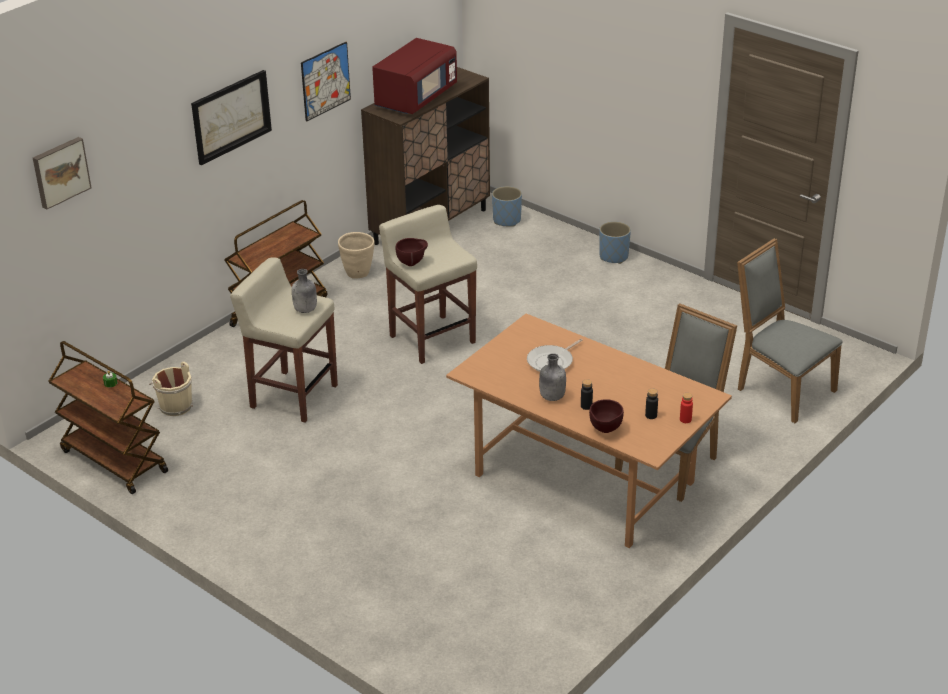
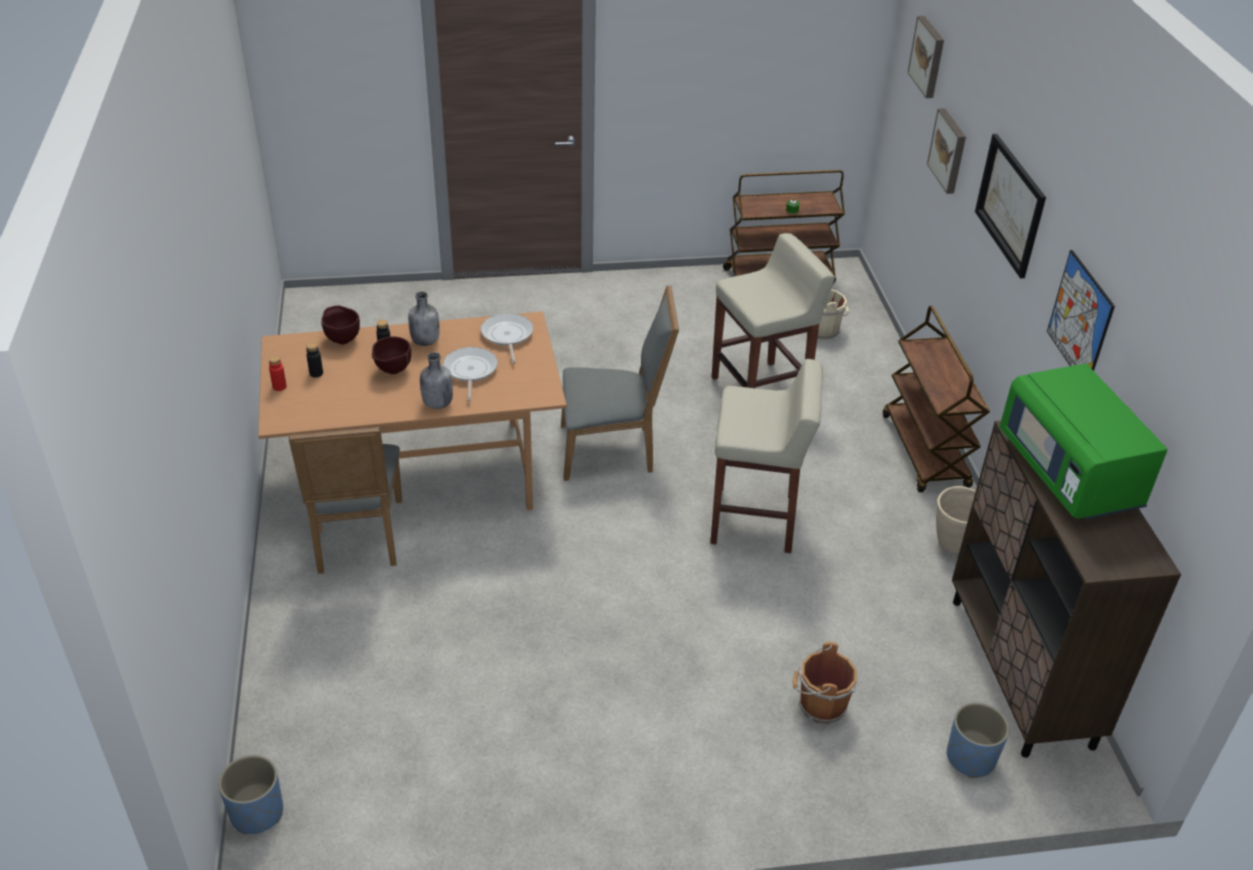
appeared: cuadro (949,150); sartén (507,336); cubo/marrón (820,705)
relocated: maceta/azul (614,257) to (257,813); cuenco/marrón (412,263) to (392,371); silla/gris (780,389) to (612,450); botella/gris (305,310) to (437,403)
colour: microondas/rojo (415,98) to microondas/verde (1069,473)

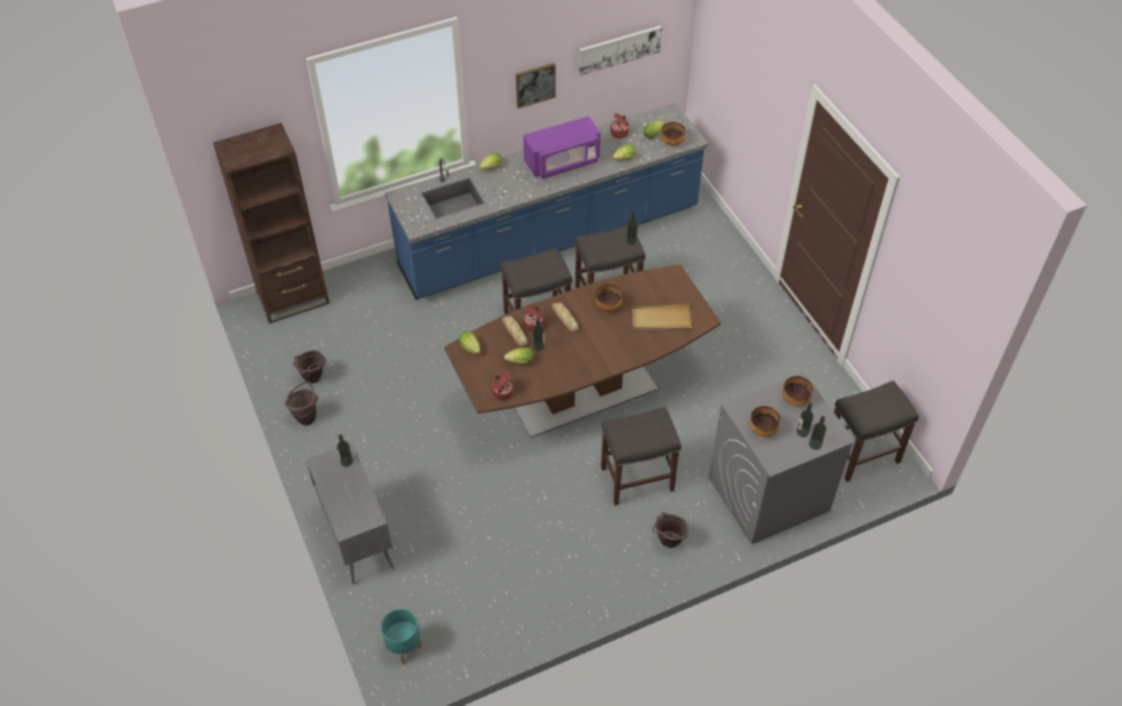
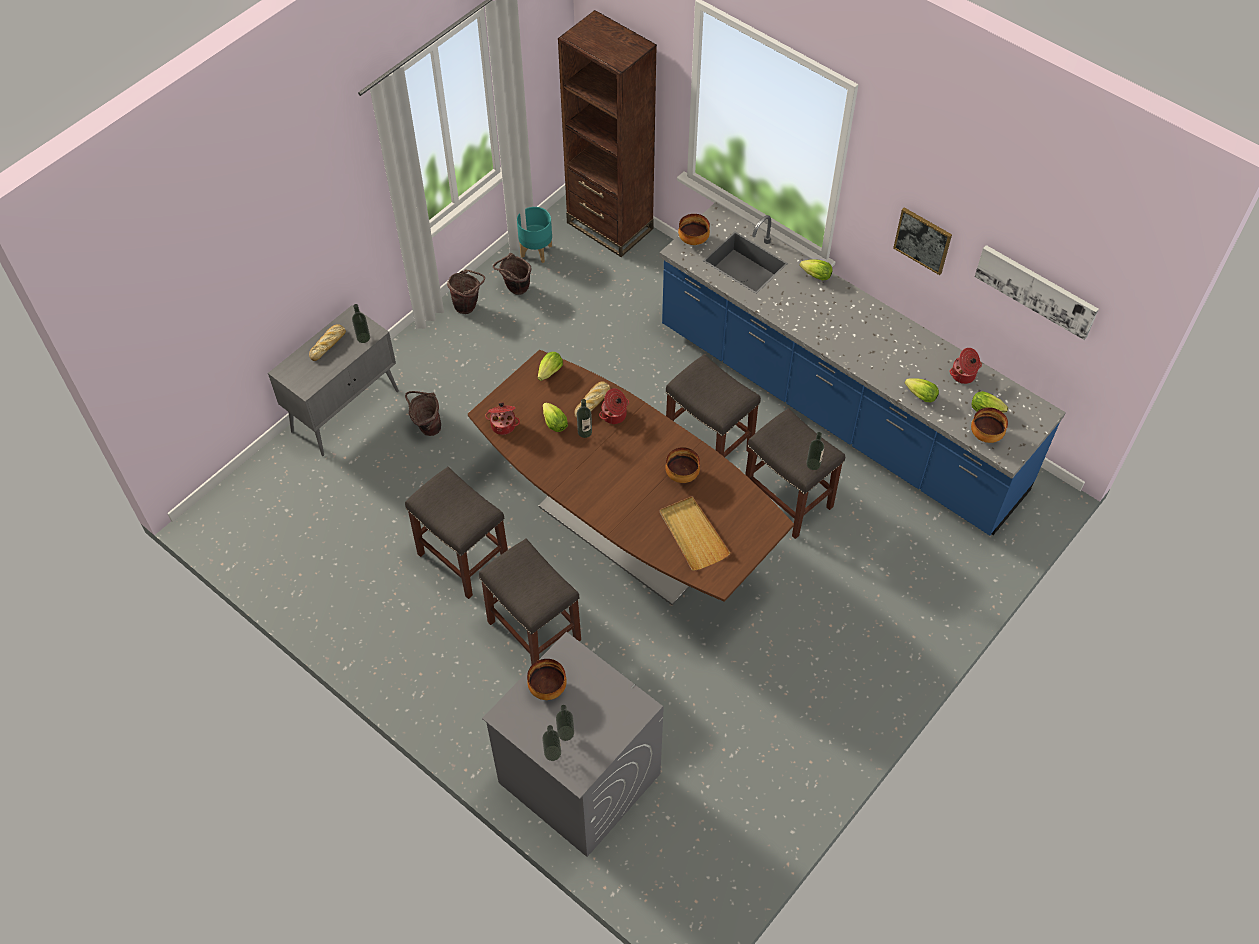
missing: microondas/morado (563,162)
relocated: pan (564,319) to (328,344); cuenco (795,399) to (694,240); taburete/gris (861,455) to (462,558); cubo/marrón (668,543) to (427,427); maceta/turquesa (403,647) to (536,251)

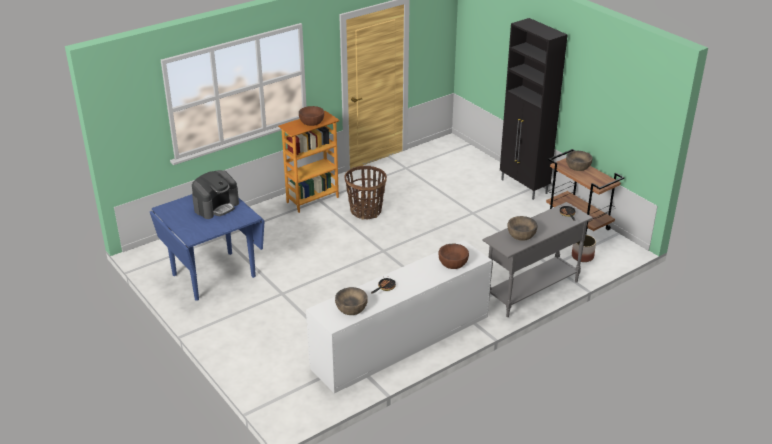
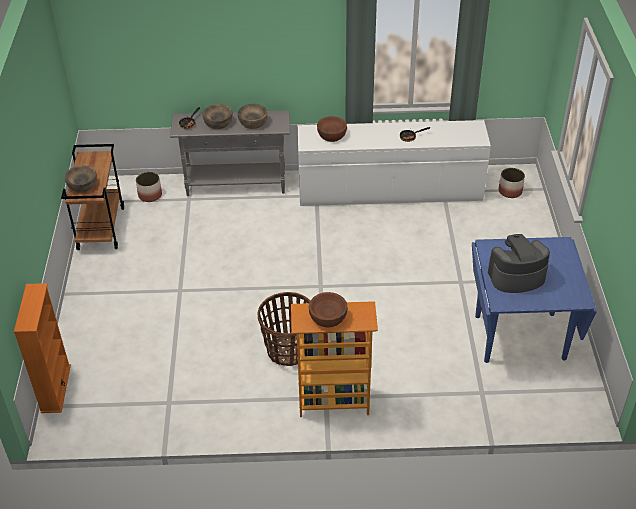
missing: armario/negro (524,187)
appeared: maceta (510,191); estantería/naranja (55,388)
relocated: cuenco/marrón (351,308) to (218,123)

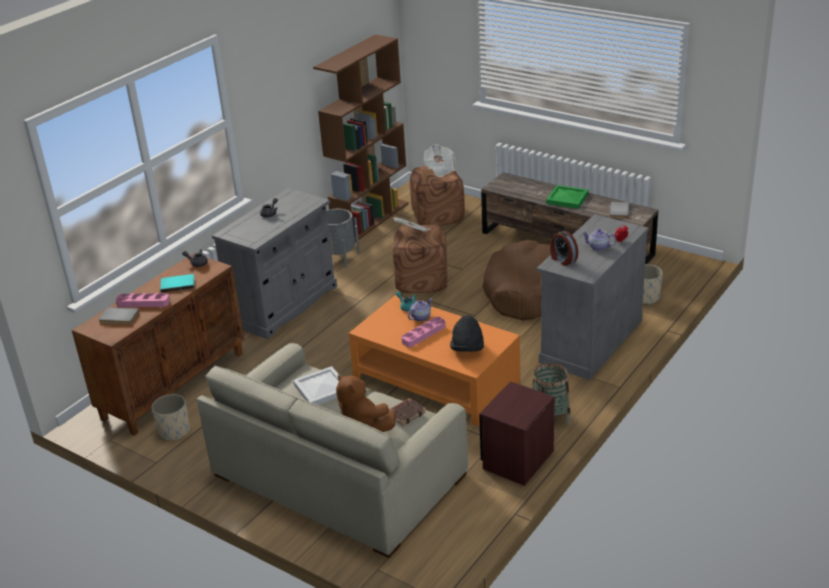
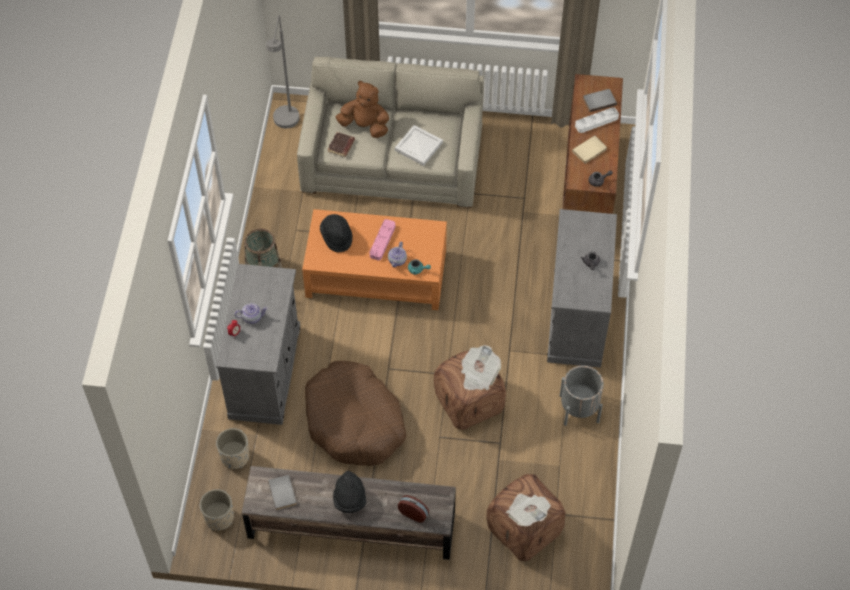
missing: estantería/marrón (371,219); mesita de noche/marrón (517,460)
appeared: lámpara de pie/gris (286,124)
relocated: despertador (563,260) to (414,513); maceta/beis (174,431) to (219,517)
exchanged: bandeja/verde (566,199) to sombrero/negro (350,499)
colour: libro/turquesa (177,284) to libro/beis (590,151); bandeja/rosa (143,303) to bandeja/blanco (596,122)

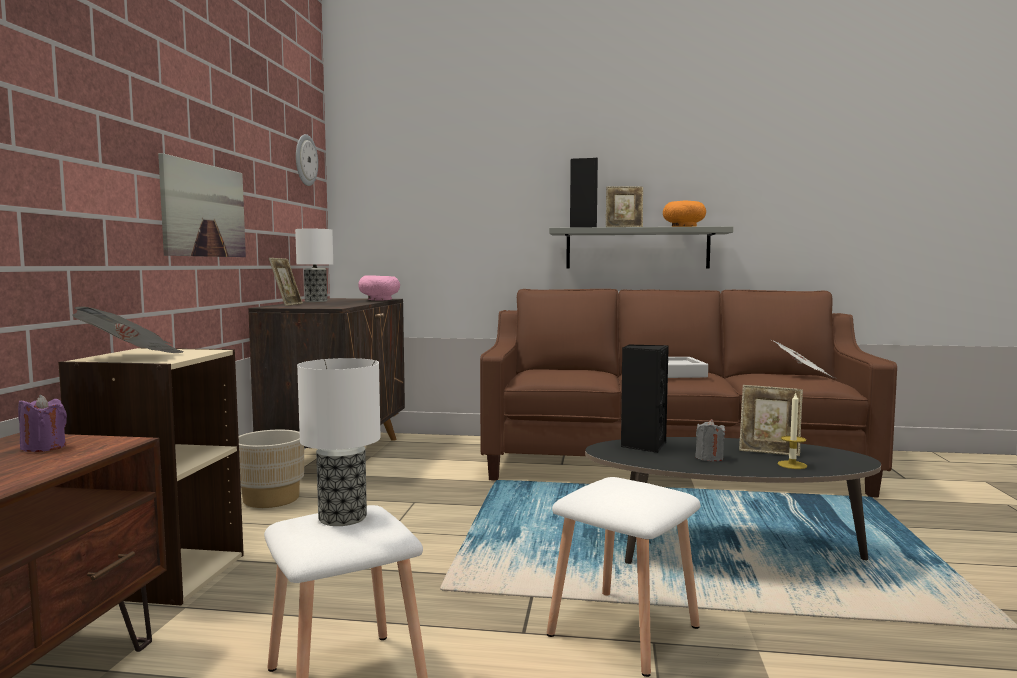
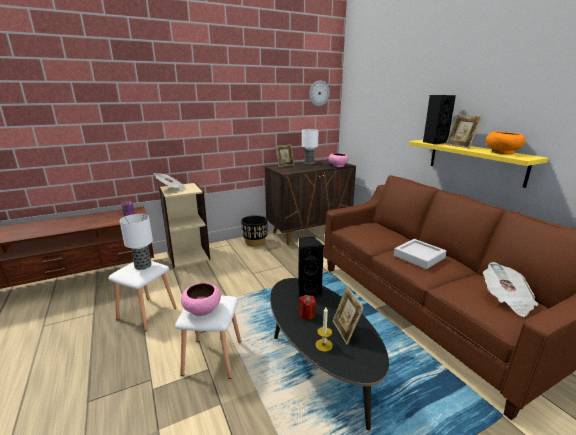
missing: cuadro (204,210)
appeared: cuenco/rosa (202,309)
colour: estante/gris (637,248) to estante/amarillo (475,161); vela/gris (709,458) to vela/rojo (306,314); maceta/beis (271,499) to maceta/negro (255,242)

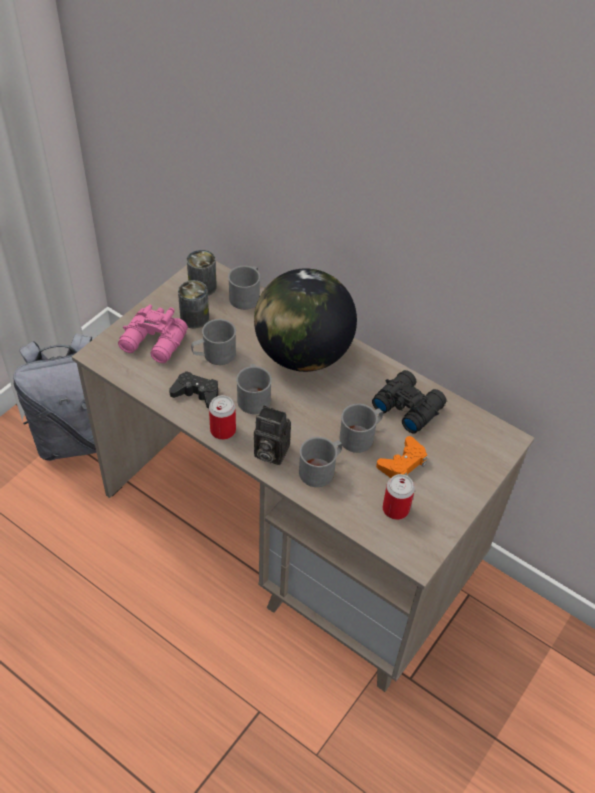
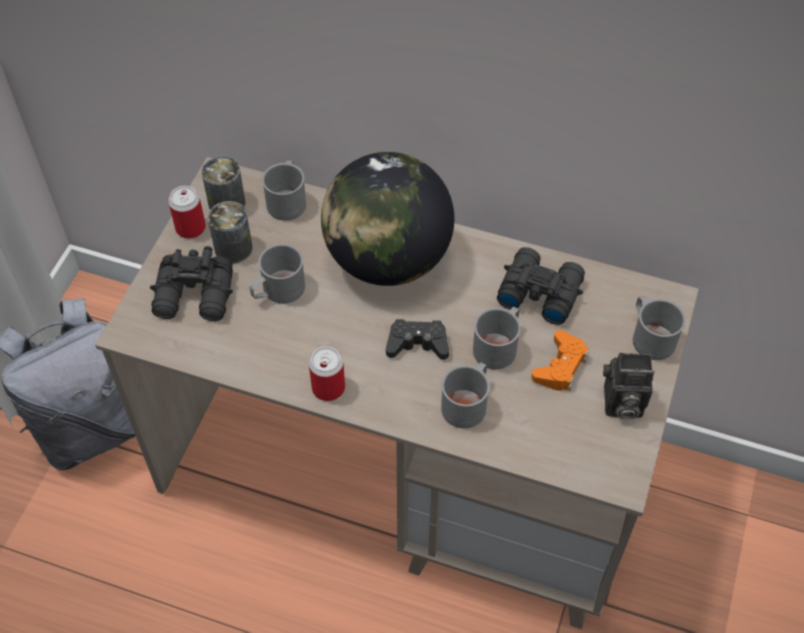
relocated: taza grande/gris (253,397) to (650,336); mando de consola/negro (196,394) to (417,344); cámara (269,452) to (620,404); lata (395,509) to (190,228)
colour: prismáticos/rosa (154,343) to prismáticos/negro (196,297)

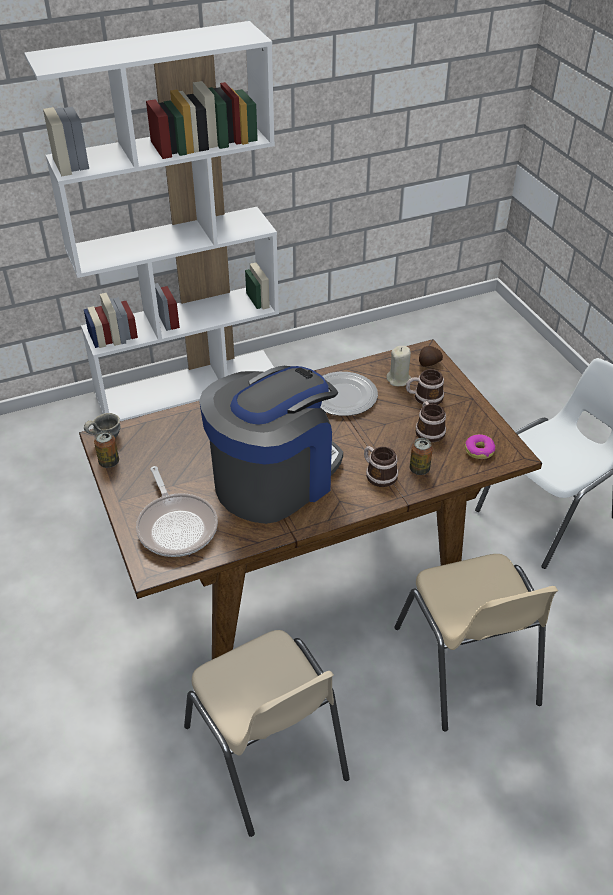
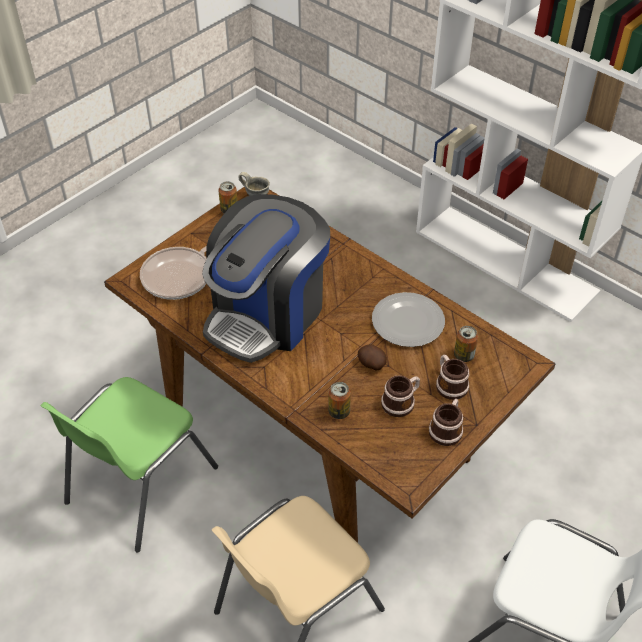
missing: rosquilla (479,450)
relocated: patata (429,363) to (371,364); taza grande (378,474) to (447,429)
exchanged: vela/beis (399,379) to lata (463,355)
colour: silla/beis (267,754) to silla/verde (138,485)
spun: cafetera (274,478) = (267,313) 105 degrees clockwise

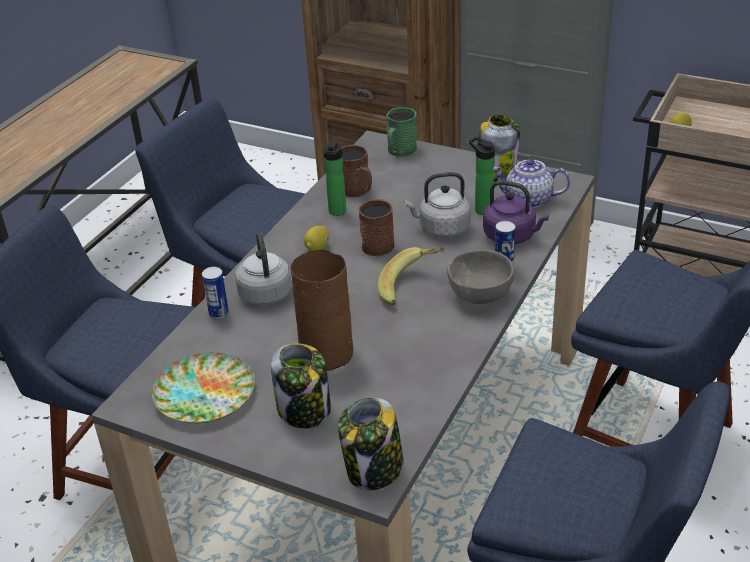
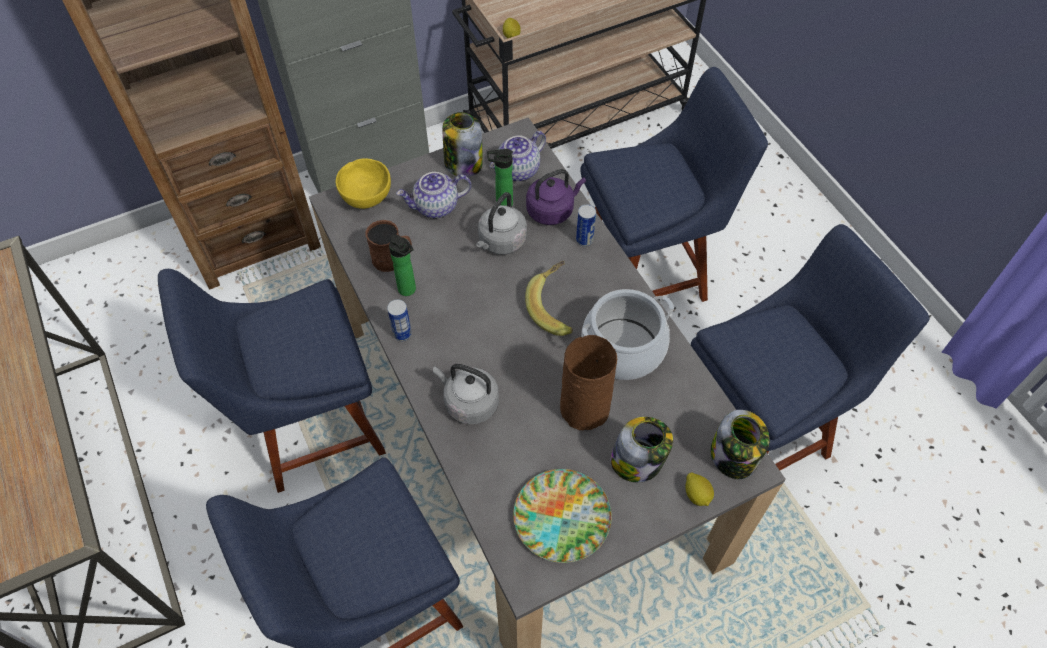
missing: taza grande/marrón (378,243); cuenco/gris (479,295)
appeared: tetera (436,207); olla (623,349)
relocated: limón (318,248) to (697,494); lata (219,314) to (402,334)
exchanged: taza grande/verde (400,151) to cuenco/amarillo (367,197)

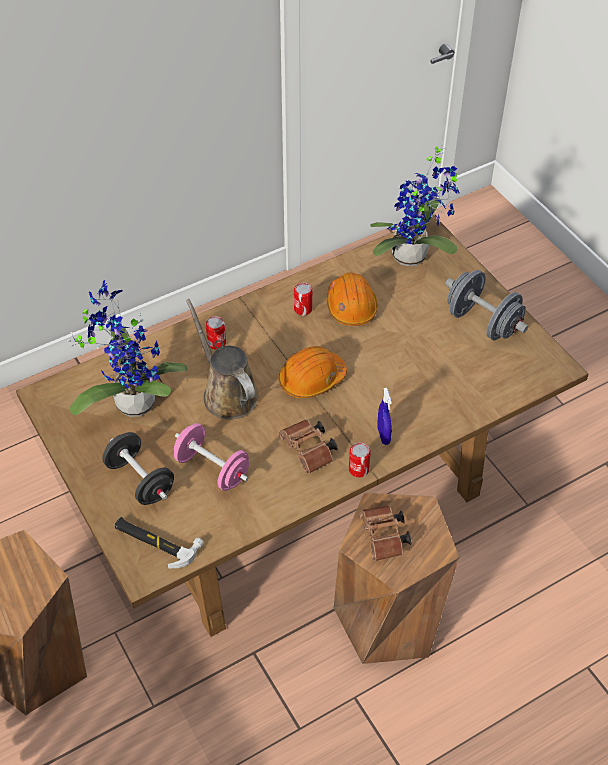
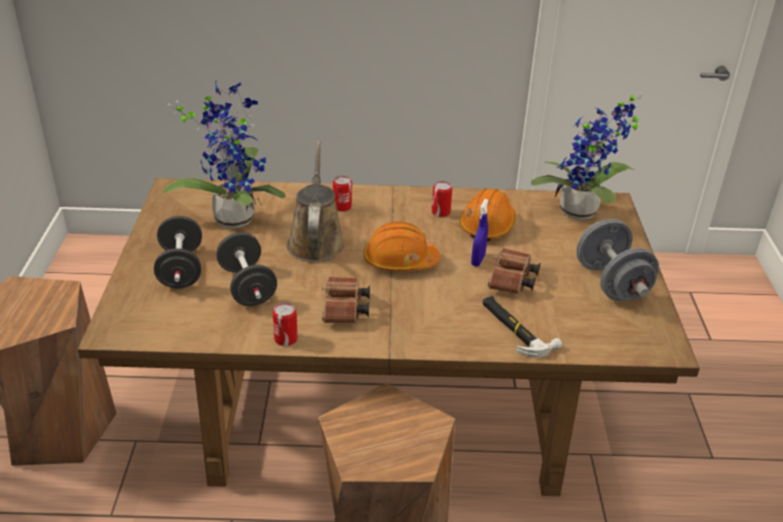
relocated: pulverizador/azul (383,435) to (478,260); lata (358,469) to (285,339); prismáticos/marrón (384,539) to (511,282); martillo (155,541) to (515,328)
colour: mancuerna/rosa (212,469) to mancuerna/negro (247,286)

